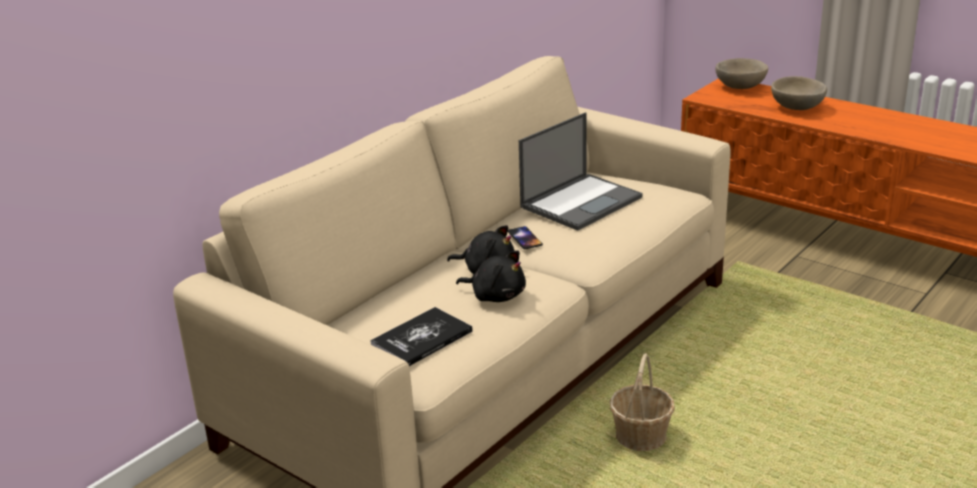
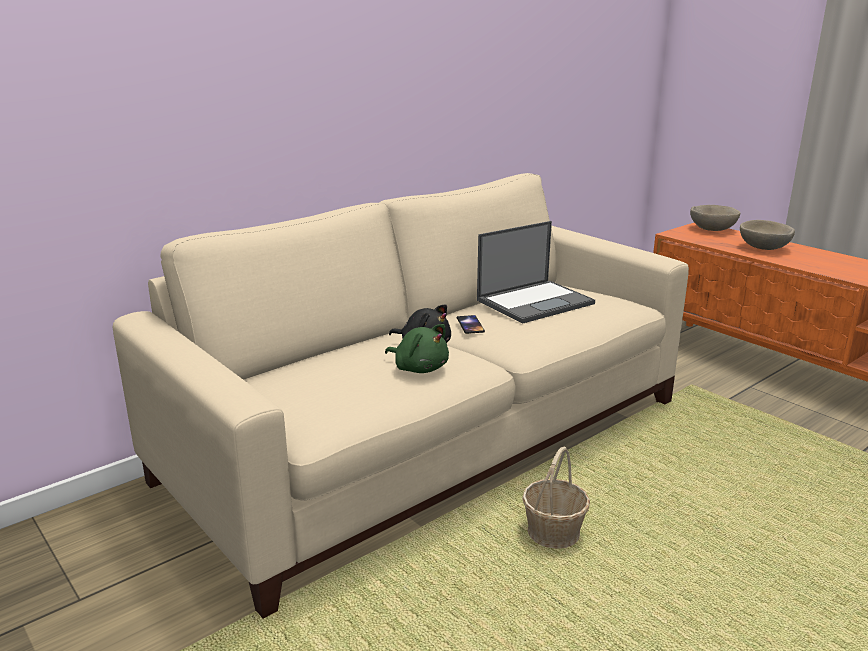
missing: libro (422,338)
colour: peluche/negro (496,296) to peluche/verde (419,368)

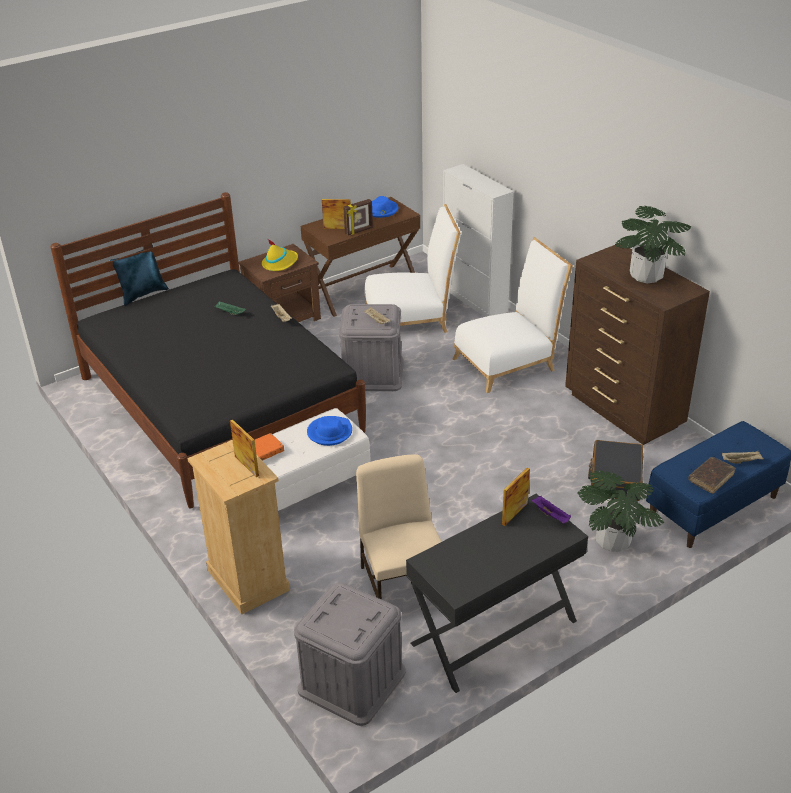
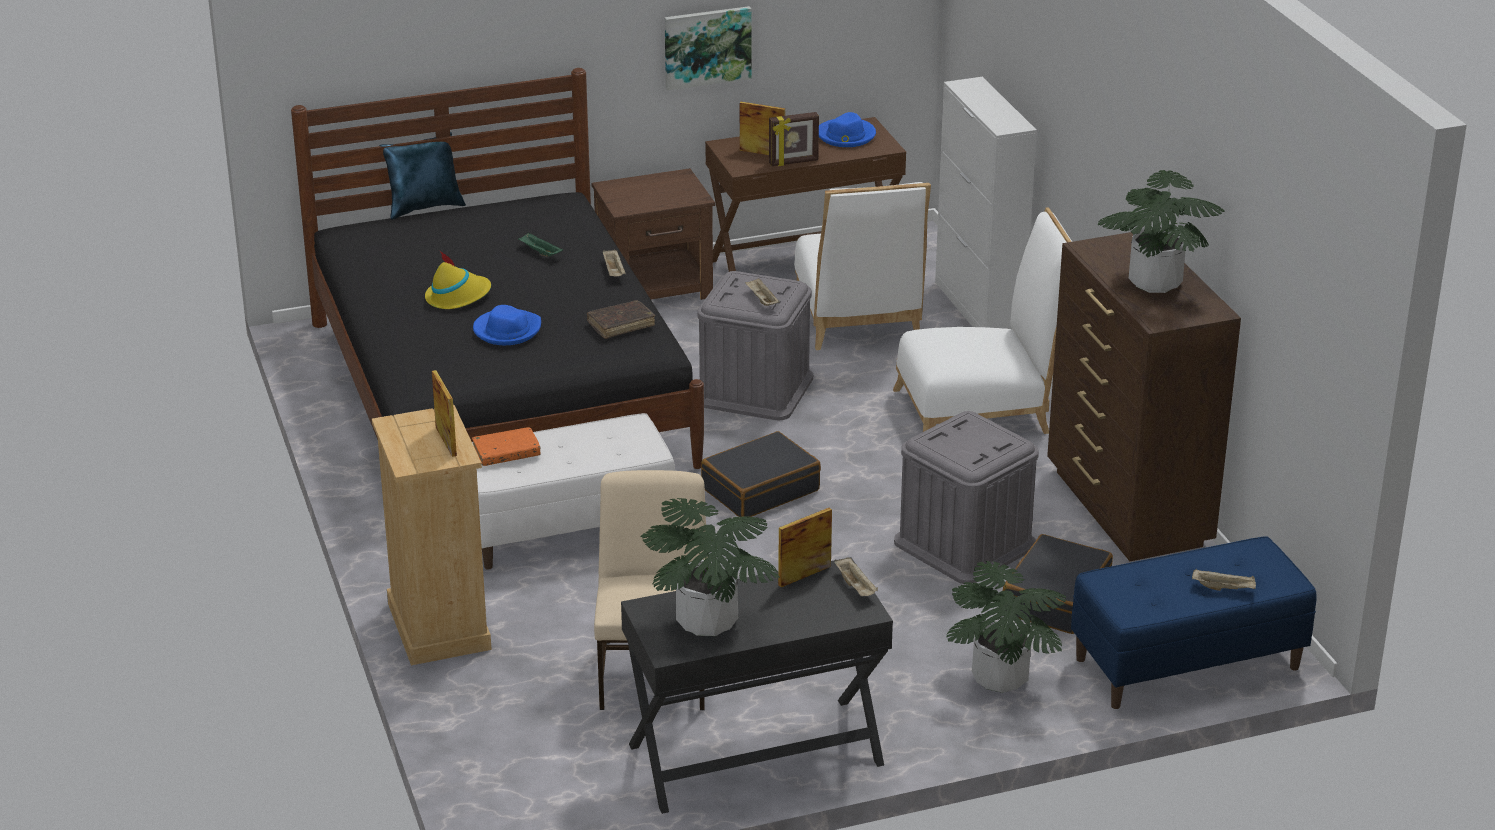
appeared: cuadro (707,46); maleta/negro (760,489); planta en maceta (707,623)
relocated: sombrero/amarillo (280,263) to (458,297); sombrero/azul (329,432) to (507,330); libro/marrón (711,478) to (621,325); caja de almacenaje/gris (352,680) to (964,543)
colour: bandeja/morado (551,515) to bandeja/beis (856,587)
spun: silla/blanco (411,319) = (858,321) 75 degrees clockwise

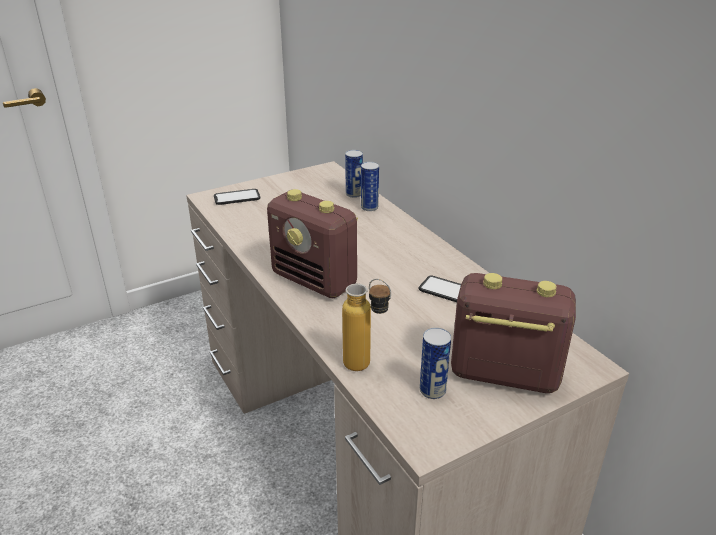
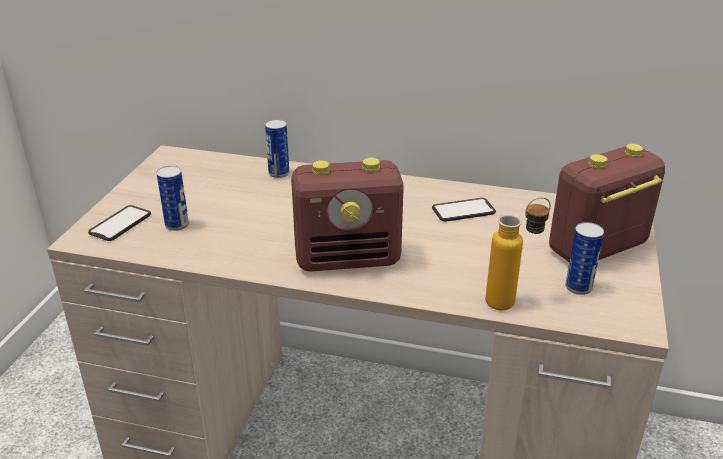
relocated: lata (354,194) to (177,225)

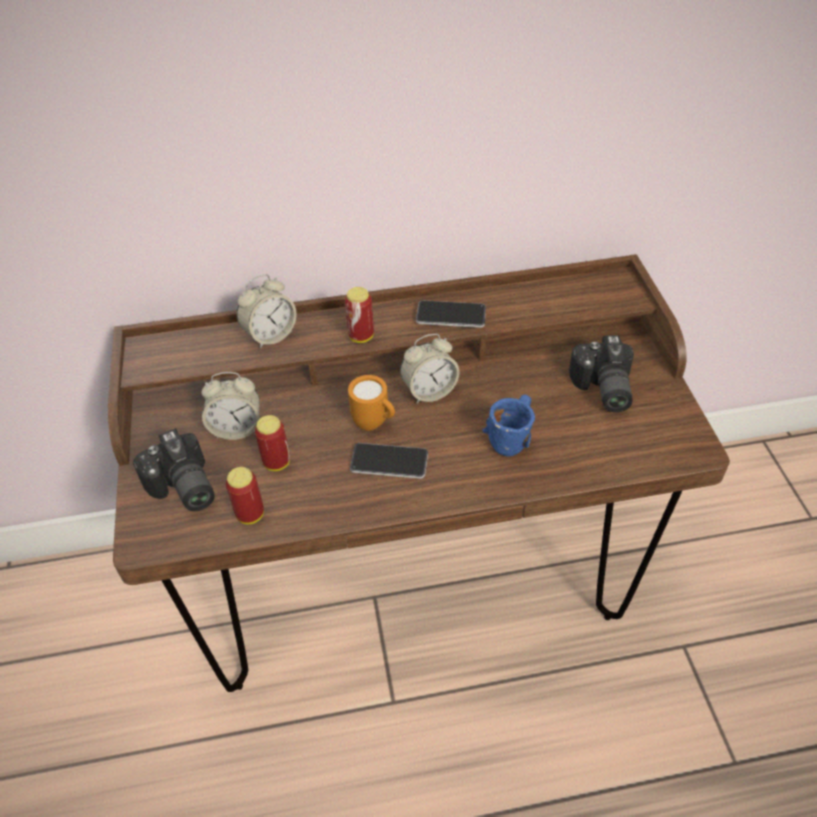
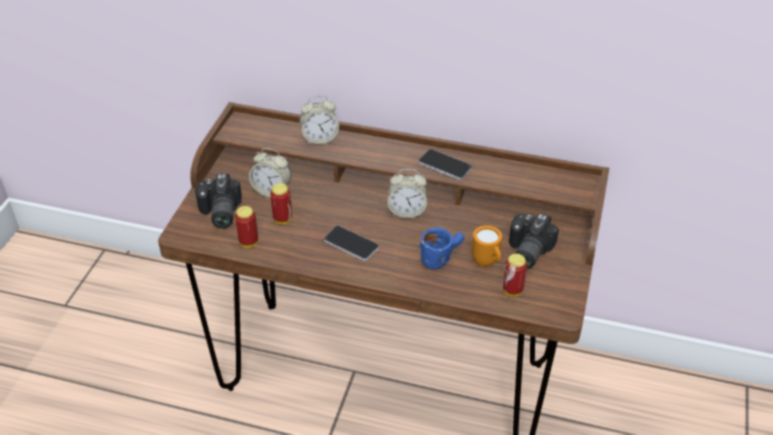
relocated: lata (361,336) to (512,290); taza grande/naranja (375,423) to (487,263)

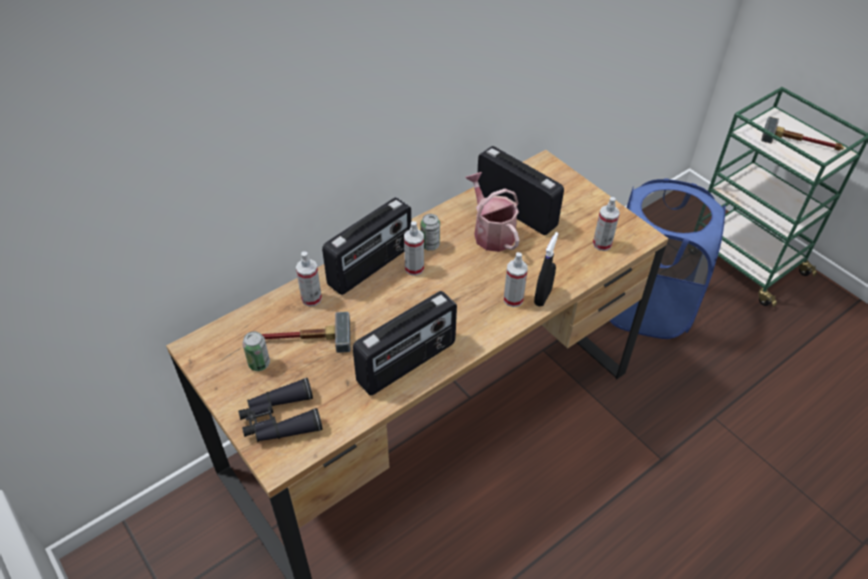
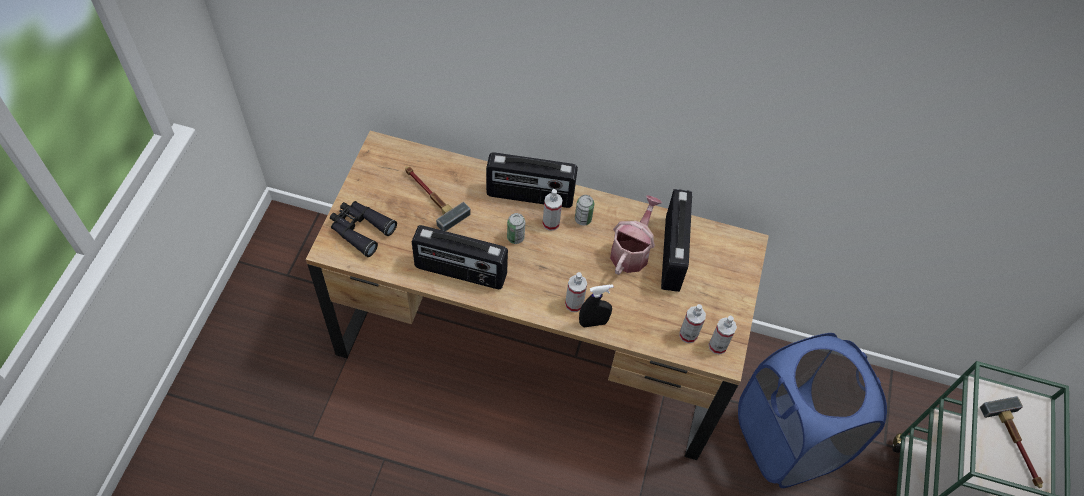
relocated: pulverizador (311,299) to (717,346); lata (259,363) to (515,237)

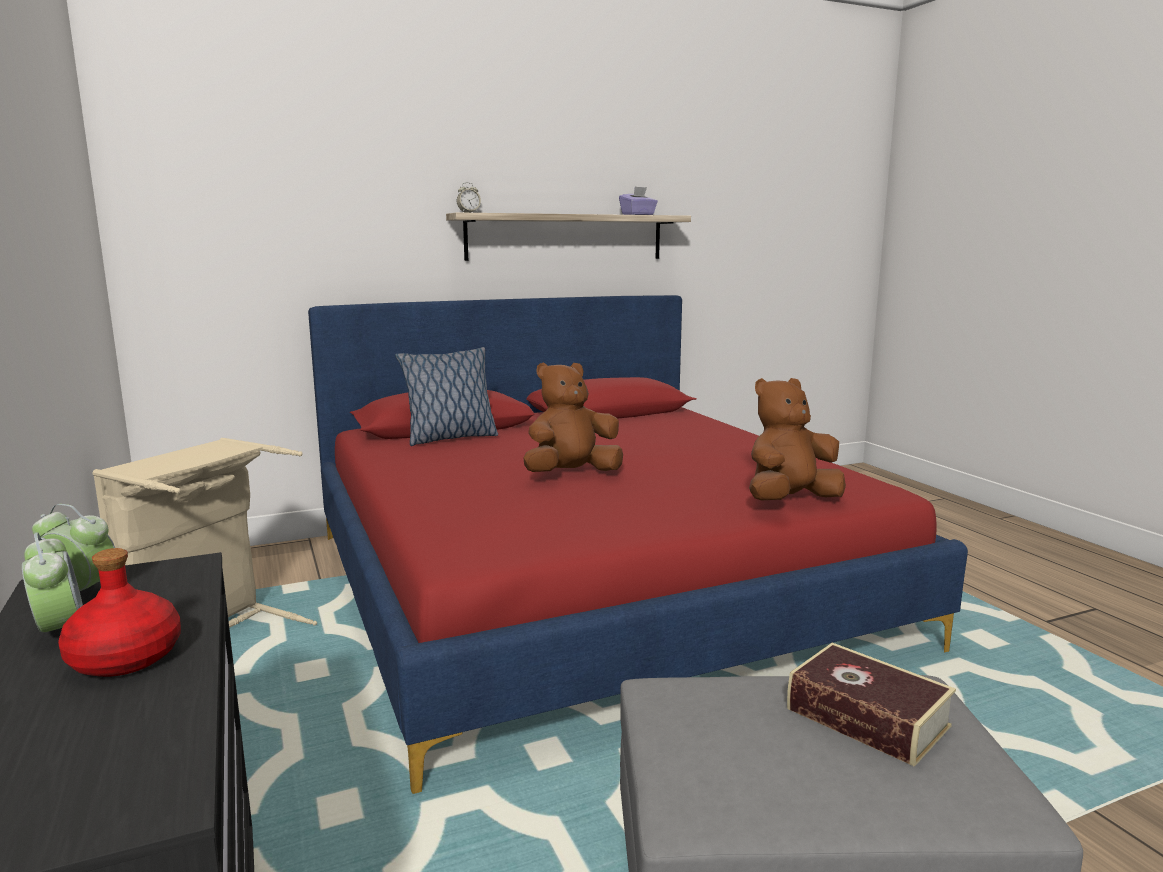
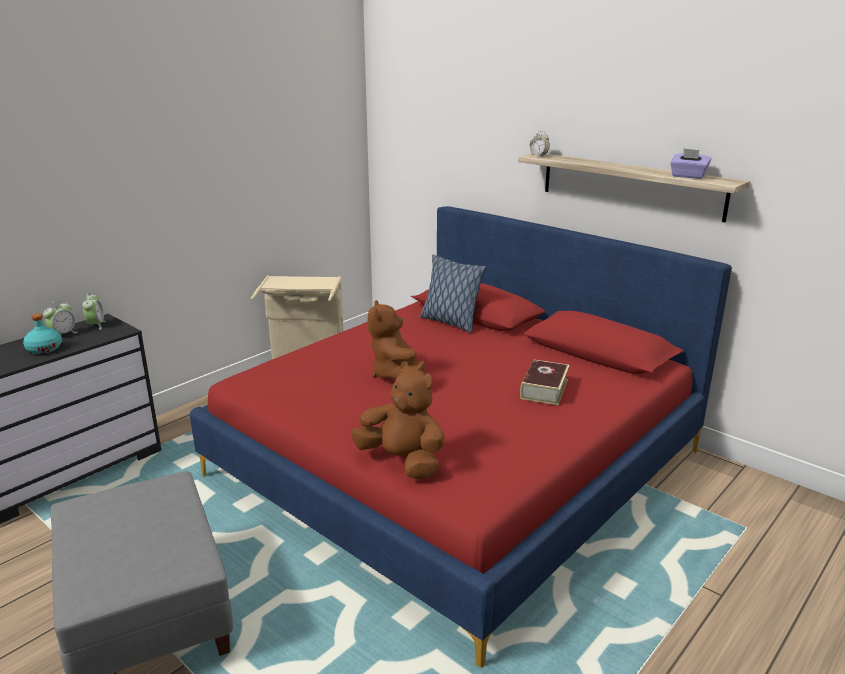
relocated: libro (867,717) to (544,389)
colour: botella/rojo (124,658) to botella/turquesa (44,349)
spun: peluche/marrón (571,474) = (396,375) 135 degrees counterclockwise

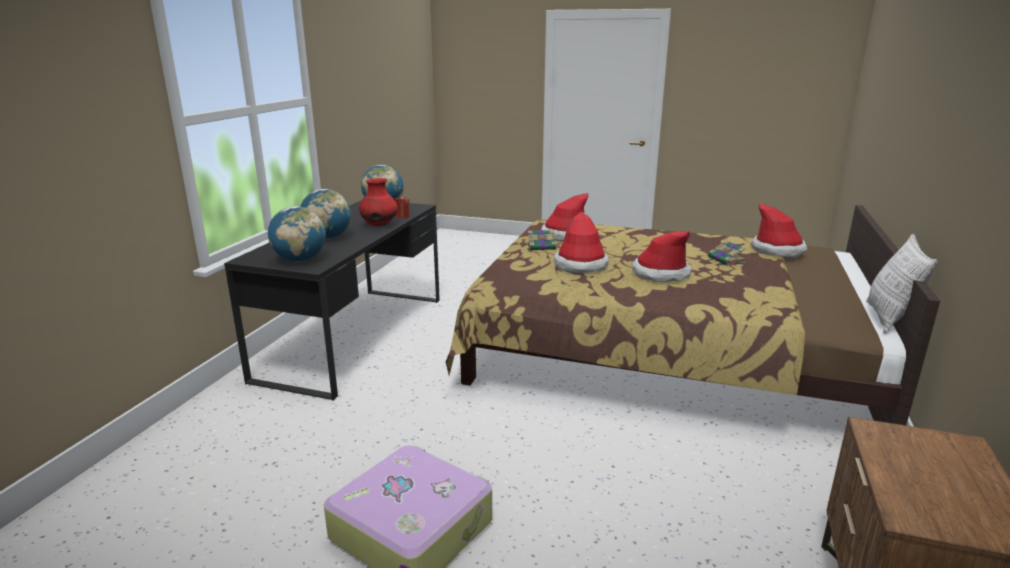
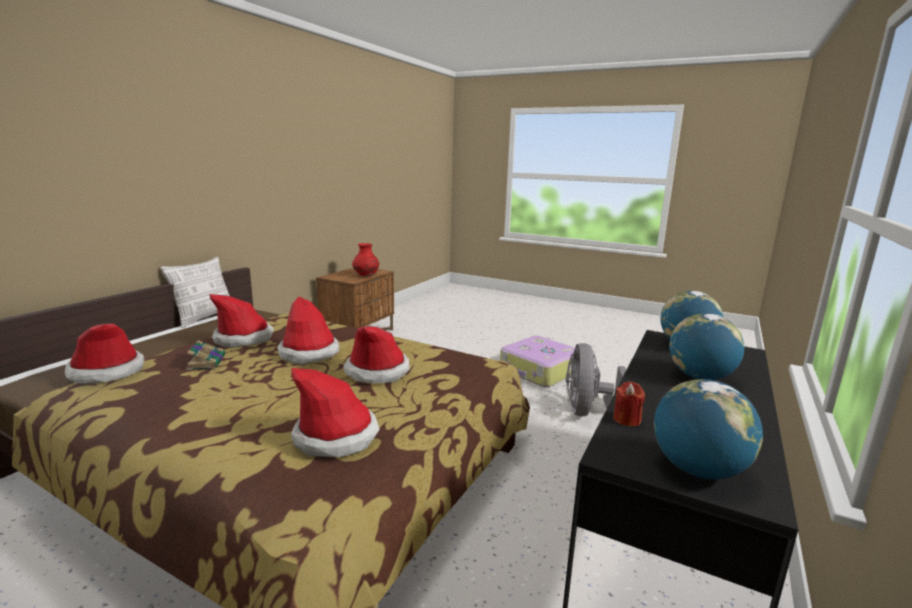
missing: libro (542,246)
appeared: sombrero (244,338); ventilador/gris (587,411)
relocated: florero/rojo (379,225) to (366,276)

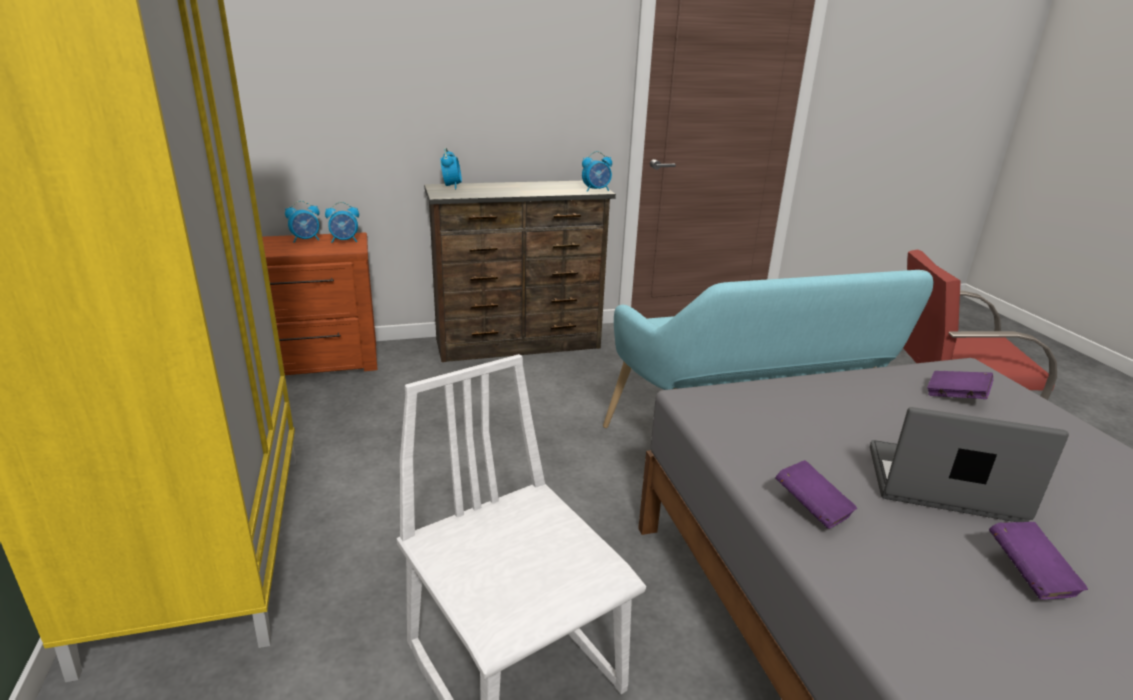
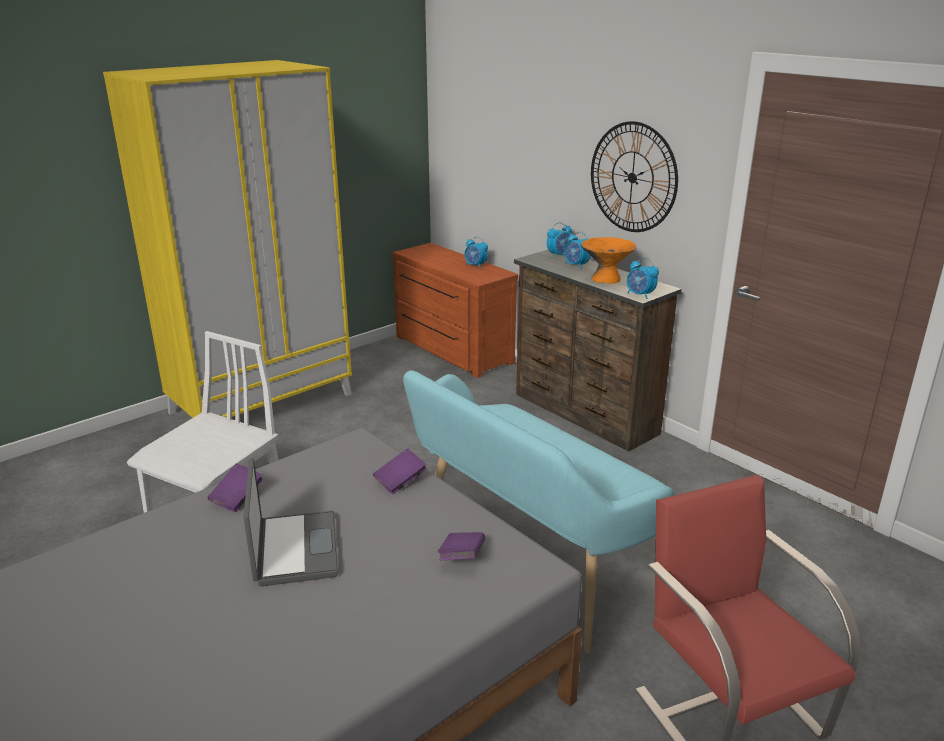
appeared: reloj de pared (632,177); cuenco/naranja (605,279)
relocated: despertador (345,241) to (576,265); libro/morado (1029,575) to (400,481)

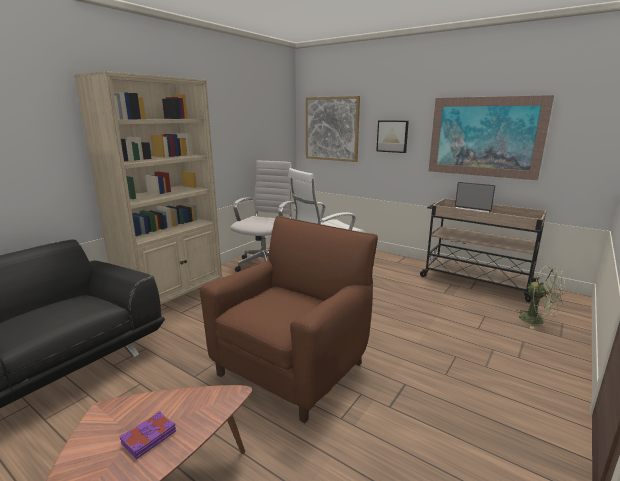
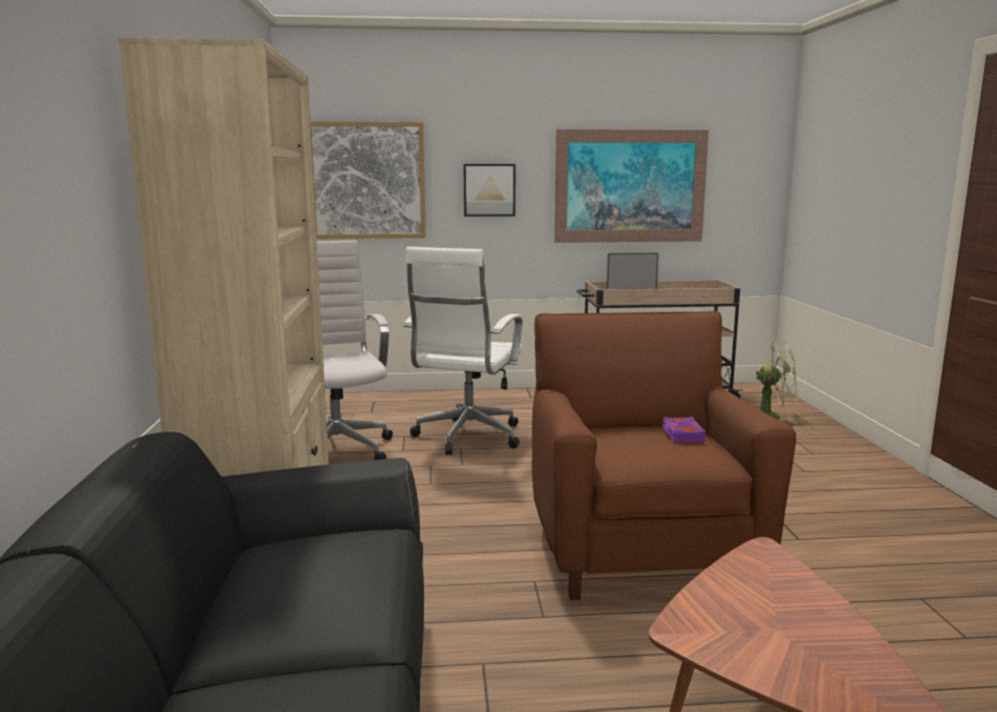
relocated: libro/morado (148,437) to (682,434)

